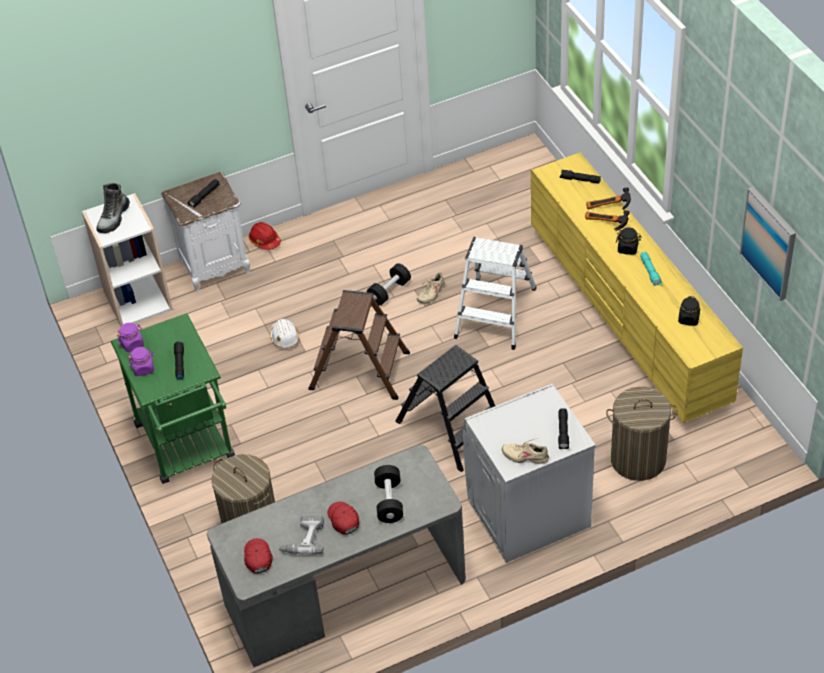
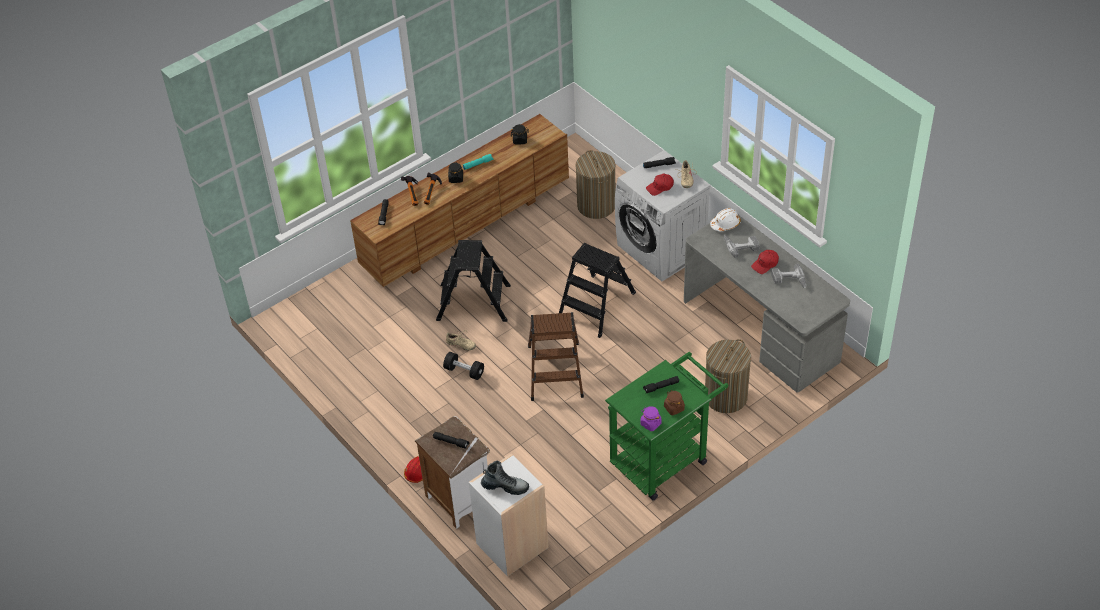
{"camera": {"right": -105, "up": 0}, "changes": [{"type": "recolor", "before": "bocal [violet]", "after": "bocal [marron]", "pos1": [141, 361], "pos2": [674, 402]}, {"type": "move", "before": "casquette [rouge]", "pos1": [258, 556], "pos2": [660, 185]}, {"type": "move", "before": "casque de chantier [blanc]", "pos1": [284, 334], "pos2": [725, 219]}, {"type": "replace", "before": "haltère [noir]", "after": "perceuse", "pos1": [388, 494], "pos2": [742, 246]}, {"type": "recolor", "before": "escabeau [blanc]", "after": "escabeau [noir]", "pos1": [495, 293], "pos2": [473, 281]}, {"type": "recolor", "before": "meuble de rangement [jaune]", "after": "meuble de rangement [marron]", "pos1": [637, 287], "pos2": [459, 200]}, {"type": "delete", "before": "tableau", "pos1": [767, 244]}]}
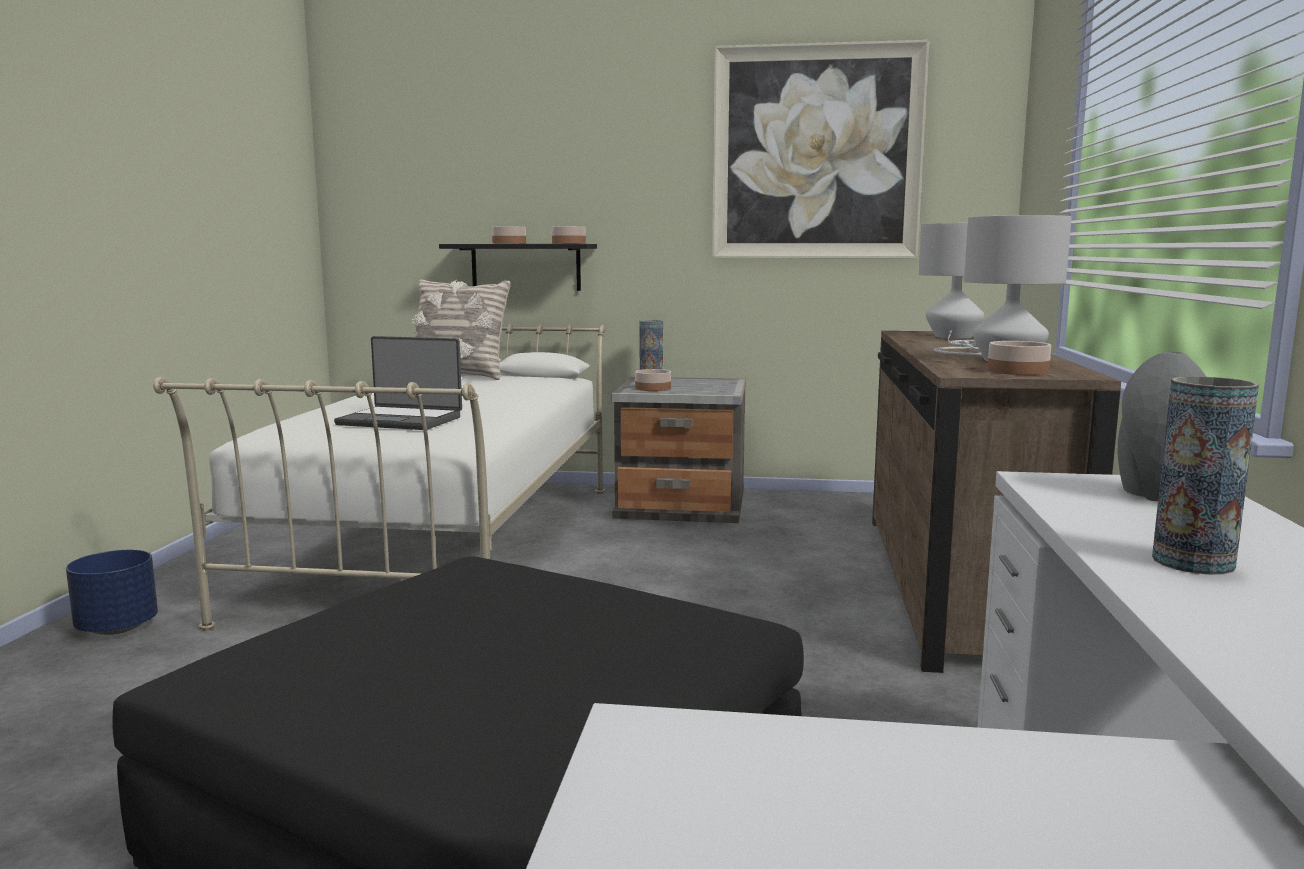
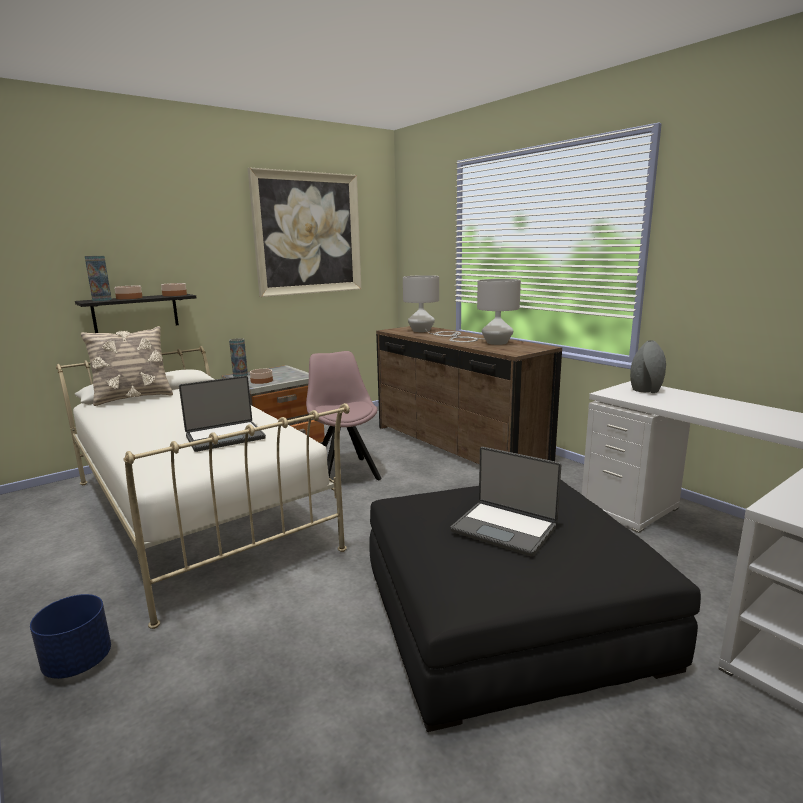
{"camera": {"right": -45, "up": 5}, "changes": [{"type": "delete", "before": "bol", "pos1": [1019, 358]}, {"type": "move", "before": "vase", "pos1": [1205, 476], "pos2": [98, 278]}, {"type": "insert", "after": "chaise [rose]", "pos2": [344, 415]}, {"type": "insert", "after": "ordinateur portable", "pos2": [505, 502]}]}
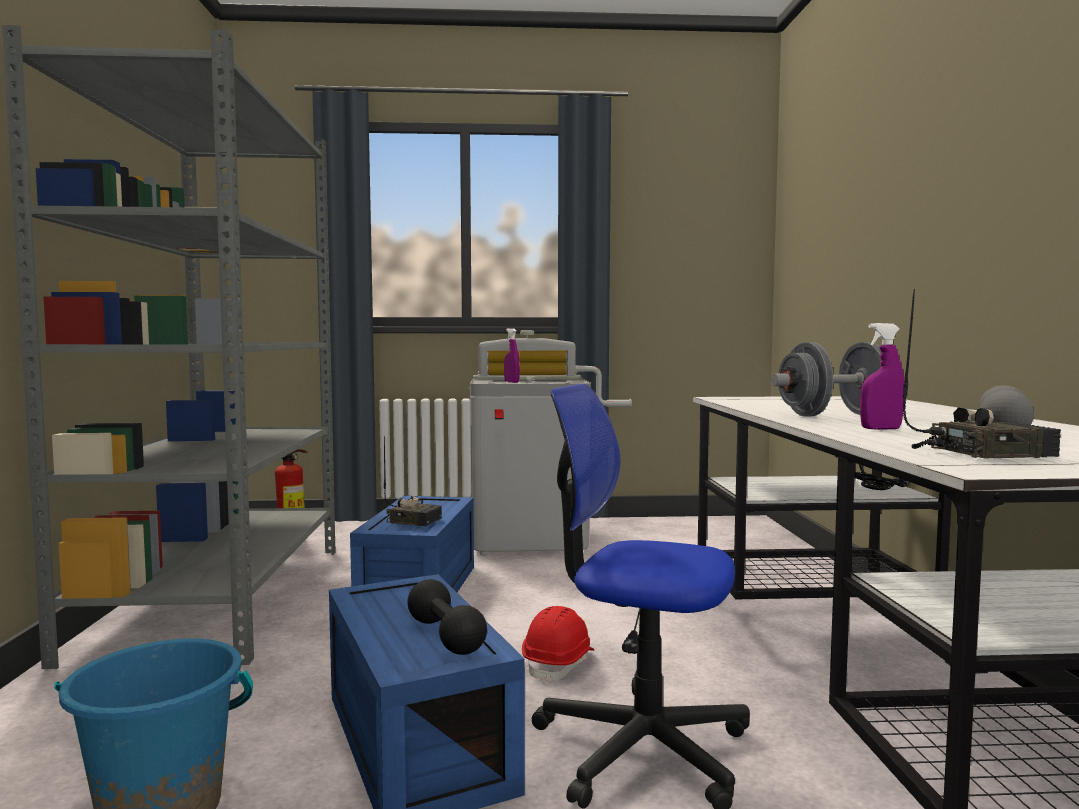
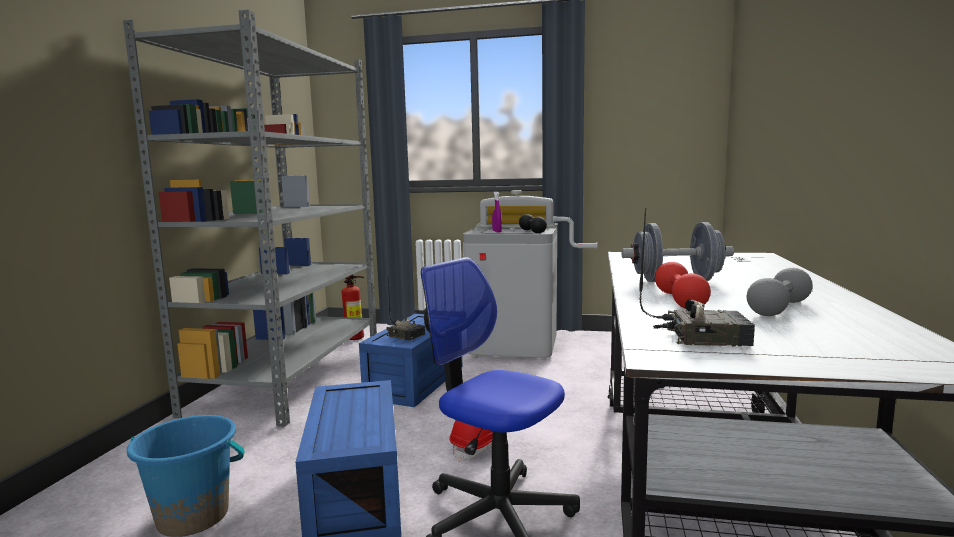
{"camera": {"right": 15, "up": 5}, "changes": [{"type": "move", "before": "haltère [noir]", "pos1": [447, 617], "pos2": [533, 223]}, {"type": "replace", "before": "vaporisateur [violet]", "after": "haltère [rouge]", "pos1": [882, 376], "pos2": [683, 285]}]}
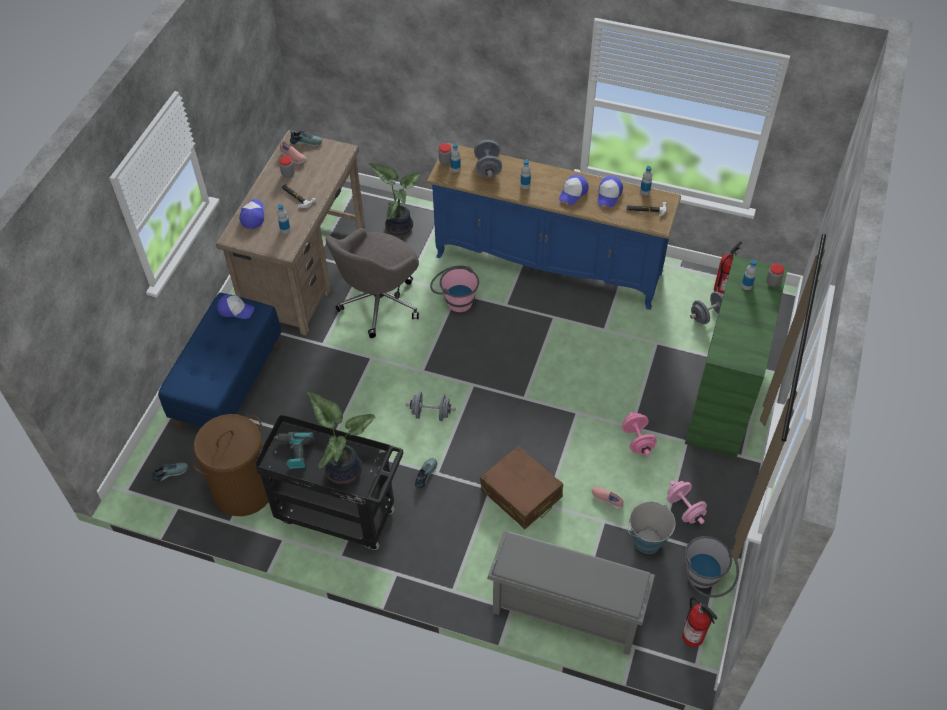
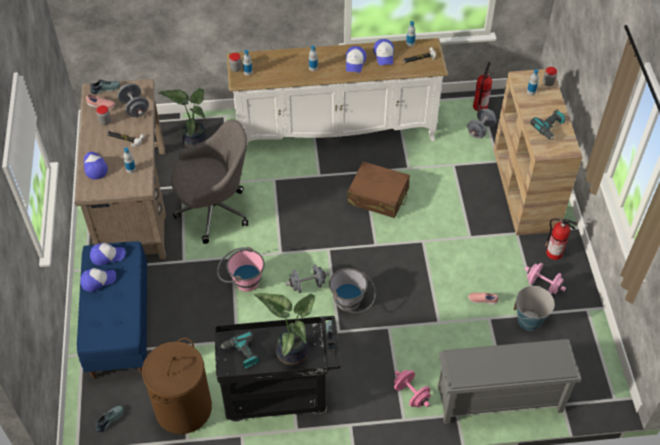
{"camera": {"right": -25, "up": 0}, "changes": [{"type": "rotate", "before": "chaise de bureau [gris]", "pos1": [372, 283], "pos2": [209, 181], "turn": -120}, {"type": "recolor", "before": "meuble de rangement [bleu]", "after": "meuble de rangement [blanc]", "pos1": [553, 226], "pos2": [337, 90]}, {"type": "move", "before": "seau [rose]", "pos1": [454, 289], "pos2": [241, 269]}, {"type": "move", "before": "haltère [gris]", "pos1": [488, 158], "pos2": [133, 100]}, {"type": "move", "before": "valise [marron]", "pos1": [521, 487], "pos2": [378, 189]}, {"type": "move", "before": "haltère [rose]", "pos1": [639, 434], "pos2": [412, 389]}, {"type": "move", "before": "extincteur", "pos1": [699, 622], "pos2": [561, 239]}, {"type": "move", "before": "seau [gris]", "pos1": [711, 567], "pos2": [352, 291]}, {"type": "recolor", "before": "bibliothèque [vert]", "after": "bibliothèque [marron]", "pos1": [736, 356], "pos2": [537, 152]}, {"type": "insert", "after": "casquette", "pos2": [98, 280]}, {"type": "insert", "after": "perceuse", "pos2": [548, 124]}]}
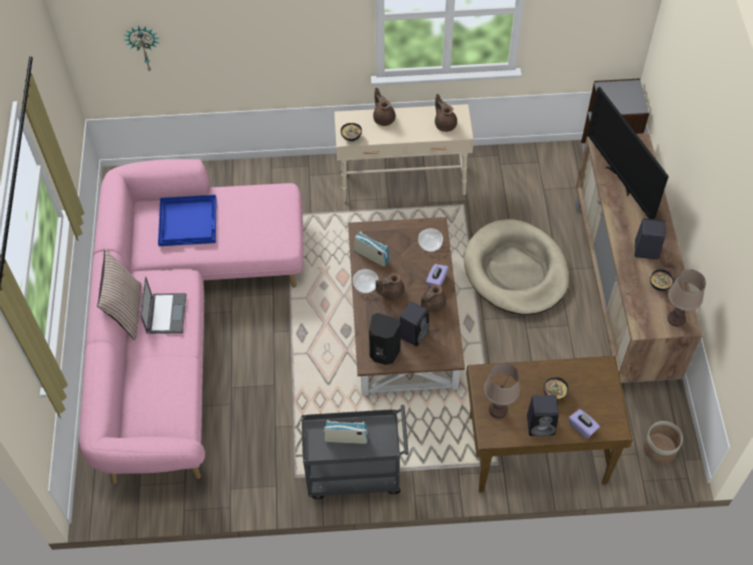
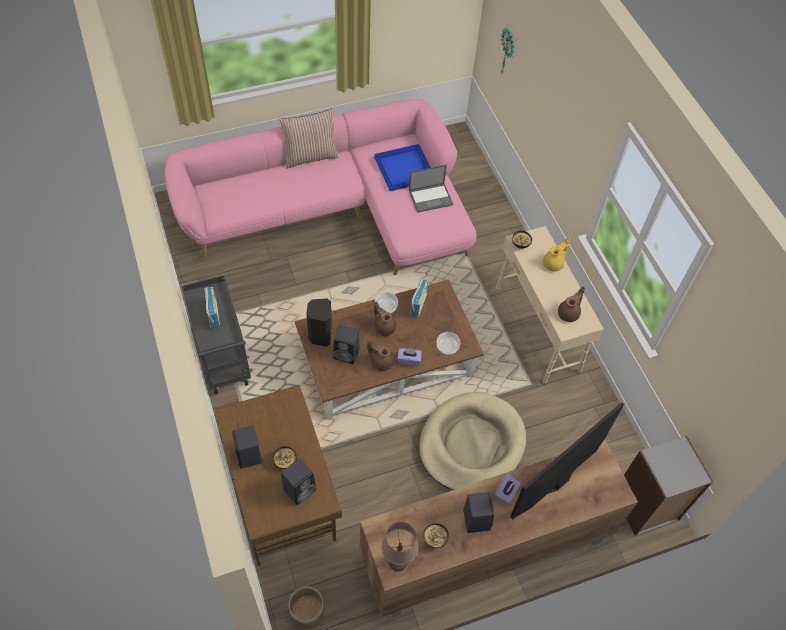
{"camera": {"right": 70, "up": 0}, "changes": [{"type": "move", "before": "ordinateur portable", "pos1": [163, 305], "pos2": [431, 189]}, {"type": "recolor", "before": "théière [marron]", "after": "théière [jaune]", "pos1": [384, 107], "pos2": [556, 254]}, {"type": "delete", "before": "lampe de table [marron]", "pos1": [502, 391]}, {"type": "move", "before": "boîte à mouchoirs [violet]", "pos1": [584, 424], "pos2": [508, 489]}, {"type": "insert", "after": "enceinte [noir]", "pos2": [298, 482]}]}
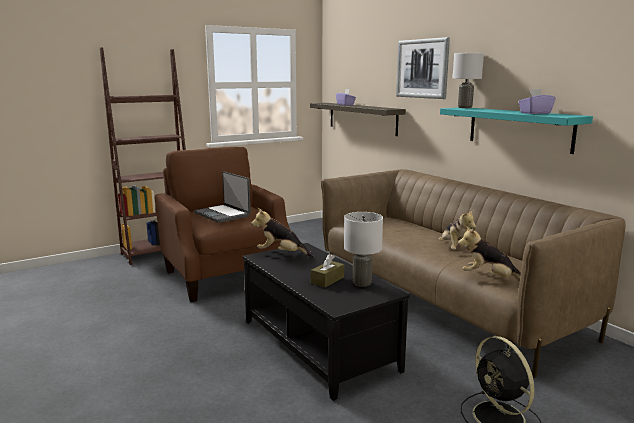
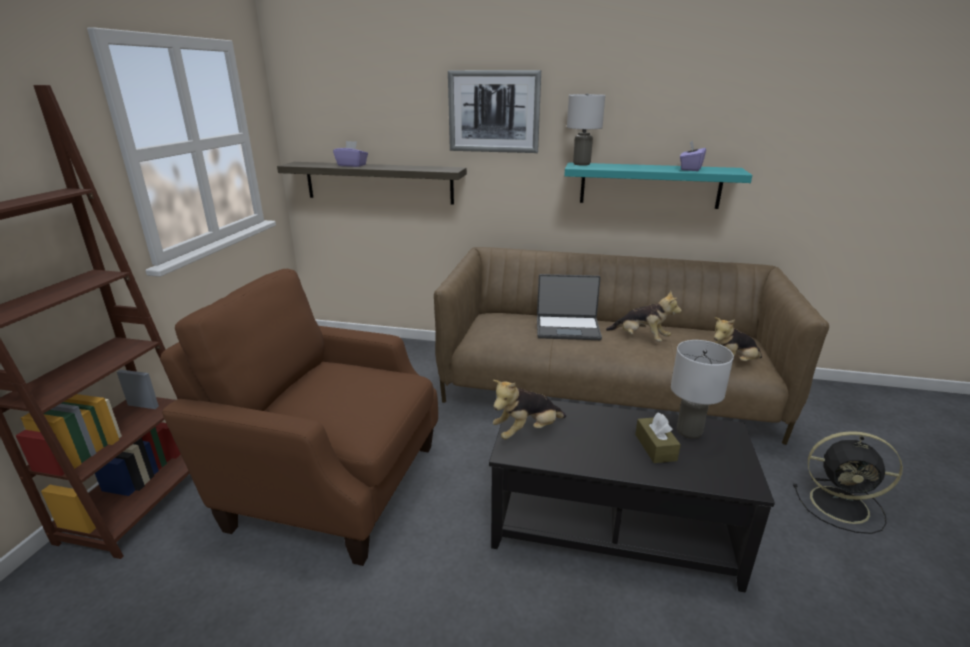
{"camera": {"right": -45, "up": 10}, "changes": [{"type": "move", "before": "ordinateur portable", "pos1": [222, 197], "pos2": [569, 307]}]}
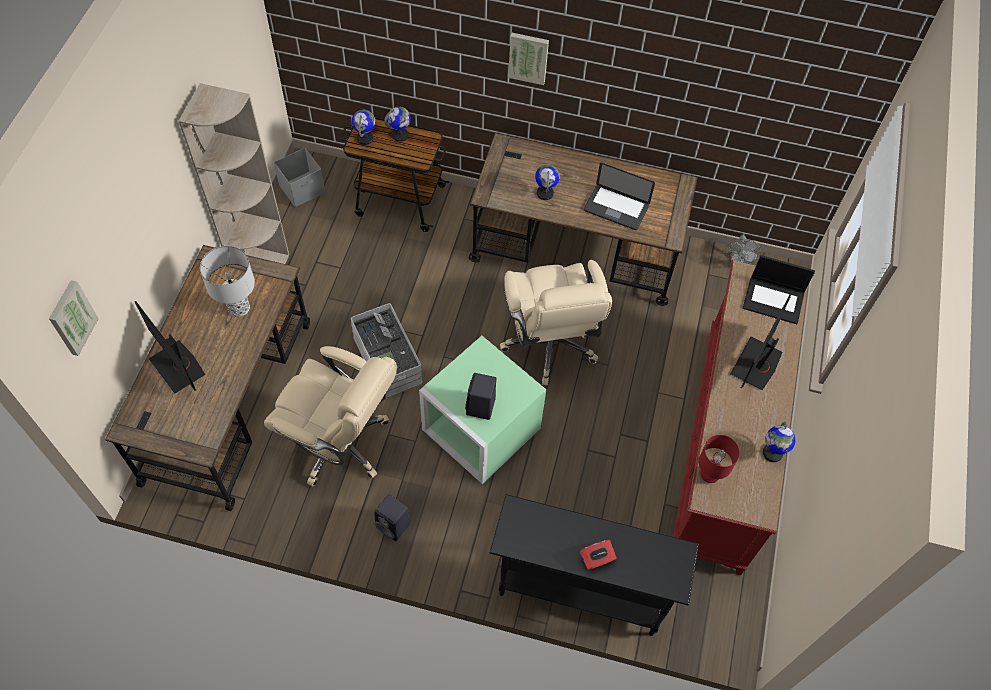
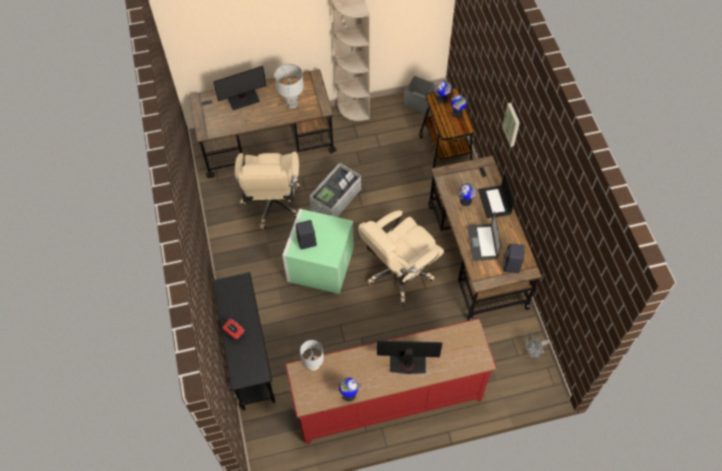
{"camera": {"right": 65, "up": 0}, "changes": [{"type": "delete", "before": "tableau", "pos1": [74, 318]}, {"type": "rotate", "before": "écran d'ordinateur", "pos1": [170, 347], "pos2": [239, 88], "turn": -135}, {"type": "move", "before": "enceinte [noir]", "pos1": [392, 517], "pos2": [514, 258]}, {"type": "recolor", "before": "lampe de table [rouge]", "after": "lampe de table [gris]", "pos1": [719, 459], "pos2": [312, 355]}, {"type": "move", "before": "ordinateur portable", "pos1": [779, 289], "pos2": [496, 195]}]}
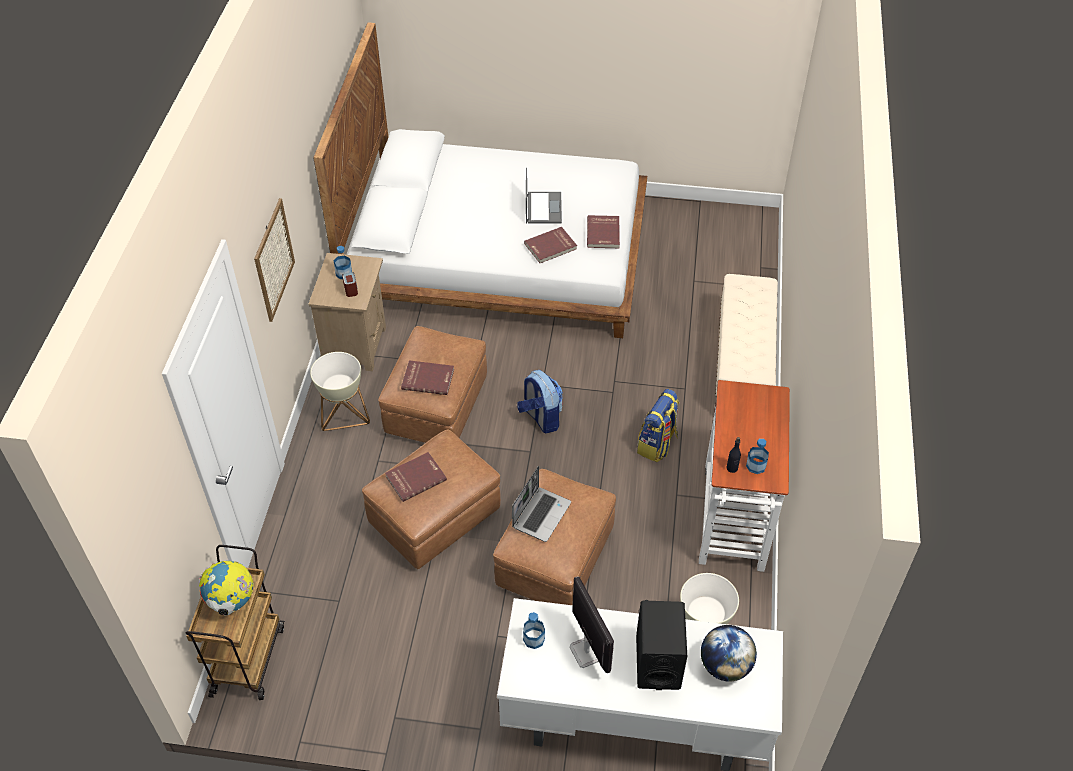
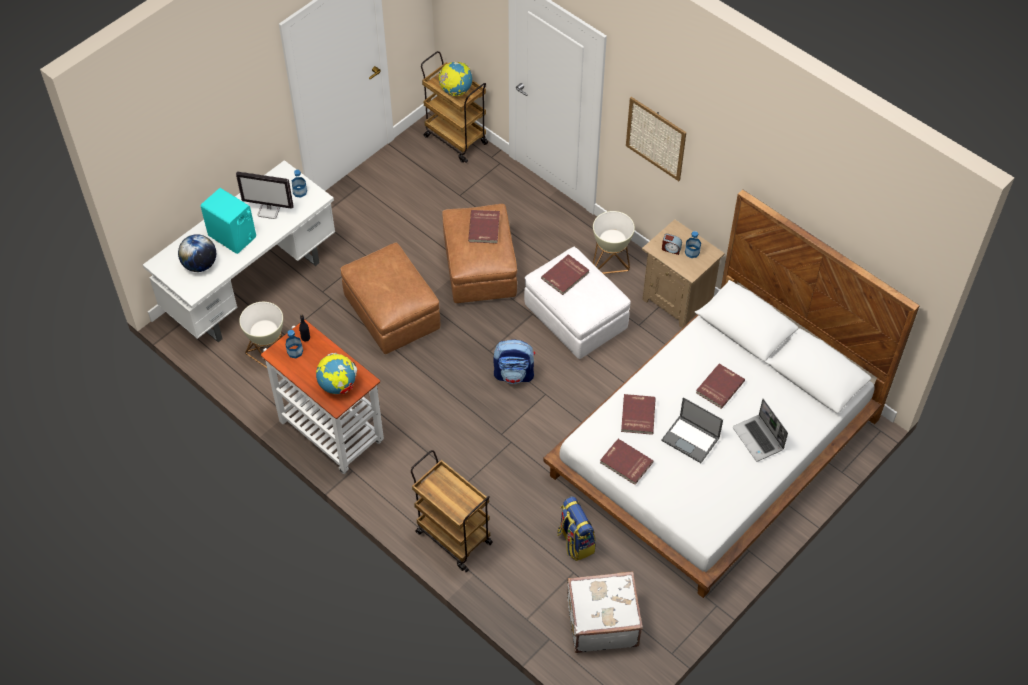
{"camera": {"right": 125, "up": 5}, "changes": [{"type": "recolor", "before": "pouf [marron]", "after": "pouf [blanc]", "pos1": [432, 384], "pos2": [577, 303]}, {"type": "move", "before": "ordinateur portable", "pos1": [541, 504], "pos2": [760, 430]}, {"type": "recolor", "before": "enceinte [noir]", "after": "enceinte [turquoise]", "pos1": [661, 645], "pos2": [228, 221]}, {"type": "move", "before": "sac à dos", "pos1": [658, 426], "pos2": [576, 528]}, {"type": "replace", "before": "banc [beige]", "after": "chariot [marron]", "pos1": [746, 344], "pos2": [452, 511]}, {"type": "insert", "after": "globe", "pos2": [336, 373]}, {"type": "insert", "after": "valise [blanc]", "pos2": [605, 612]}, {"type": "insert", "after": "livre [rouge]", "pos2": [720, 386]}]}
